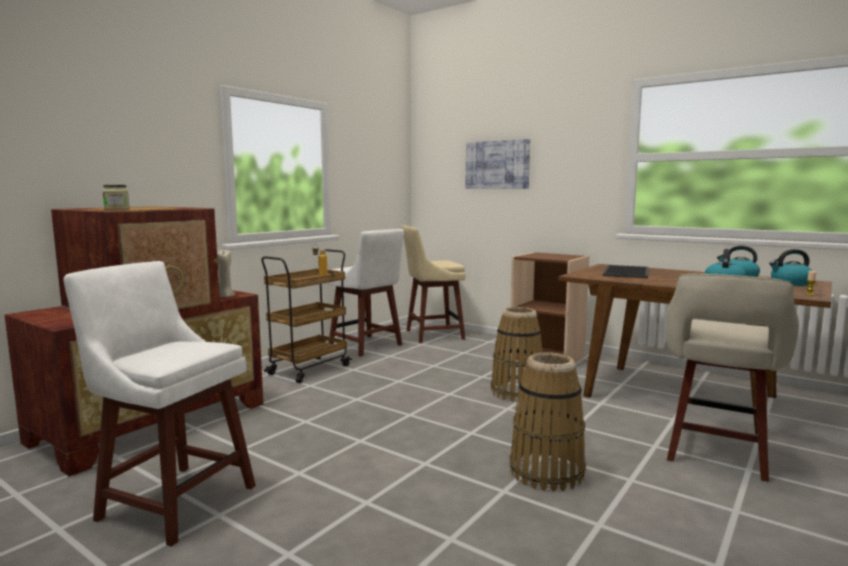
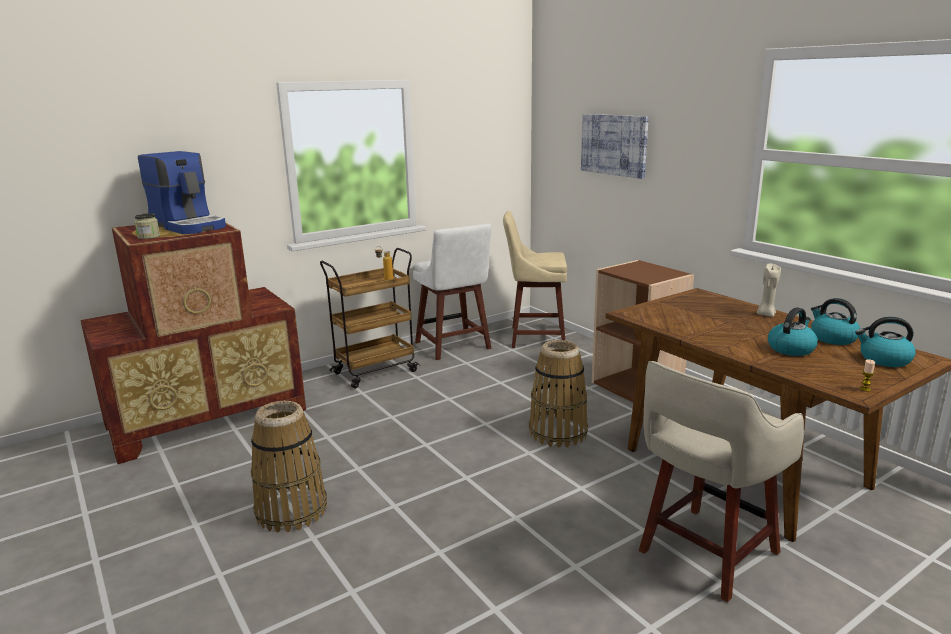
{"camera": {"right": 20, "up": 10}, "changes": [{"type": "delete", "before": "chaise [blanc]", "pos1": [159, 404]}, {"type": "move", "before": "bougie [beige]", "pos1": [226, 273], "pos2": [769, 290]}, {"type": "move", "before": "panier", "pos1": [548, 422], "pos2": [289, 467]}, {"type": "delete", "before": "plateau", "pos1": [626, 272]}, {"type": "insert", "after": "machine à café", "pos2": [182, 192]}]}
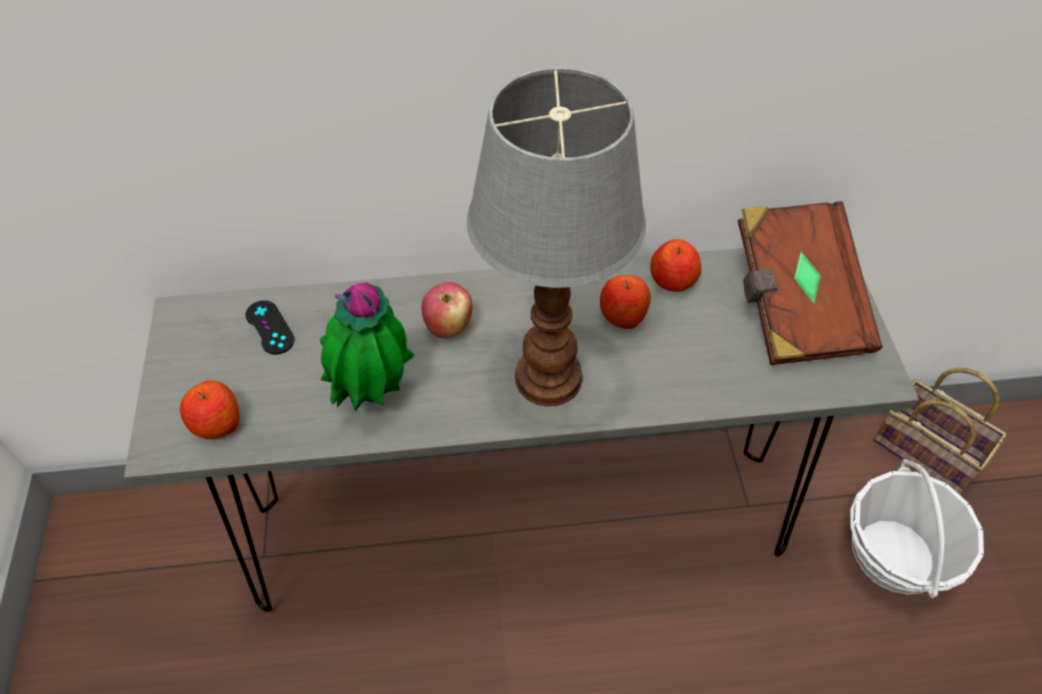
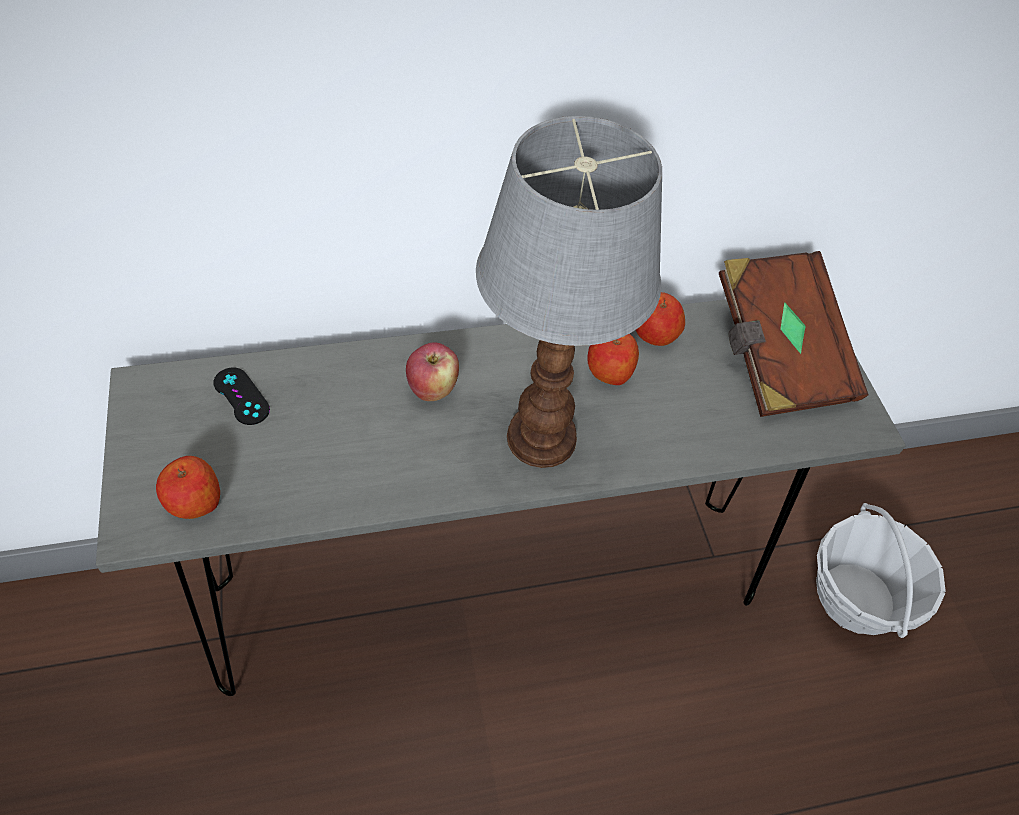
{"camera": {"right": -10, "up": 0}, "changes": [{"type": "delete", "before": "plante en pot", "pos1": [367, 347]}, {"type": "delete", "before": "panier", "pos1": [940, 431]}]}
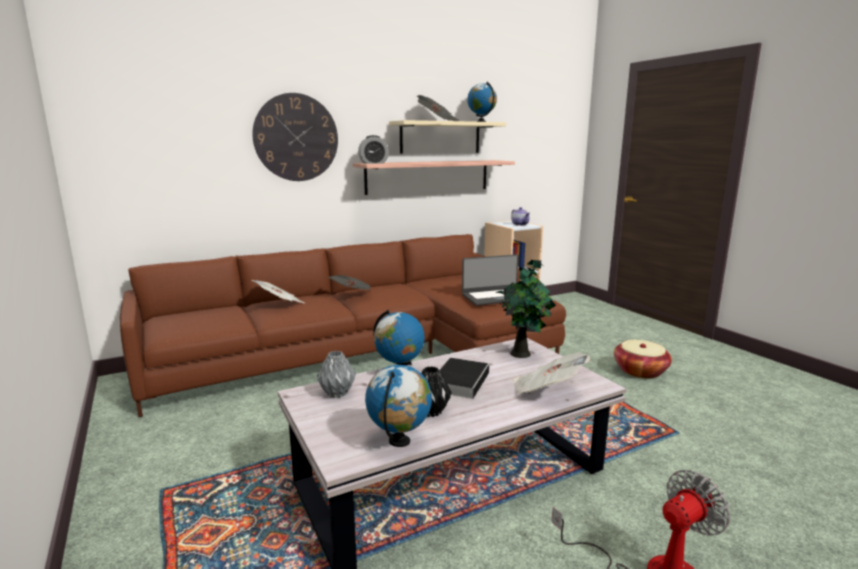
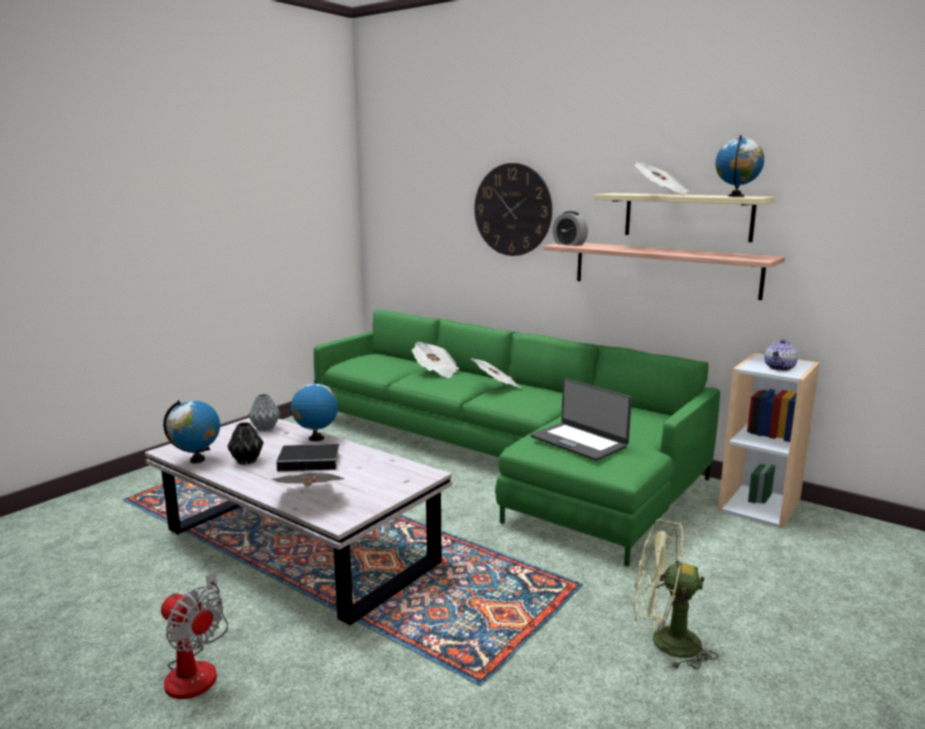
{"camera": {"right": 65, "up": 0}, "changes": [{"type": "recolor", "before": "canapé [marron]", "after": "canapé [vert]", "pos1": [343, 325], "pos2": [517, 438]}, {"type": "delete", "before": "plante en pot", "pos1": [526, 309]}, {"type": "replace", "before": "panier", "after": "ventilateur [vert]", "pos1": [643, 359], "pos2": [676, 594]}]}
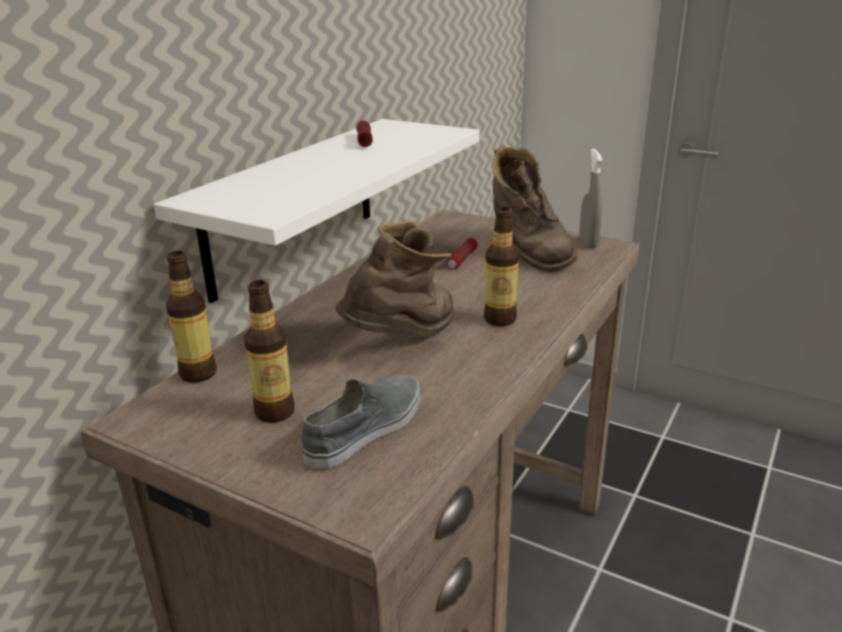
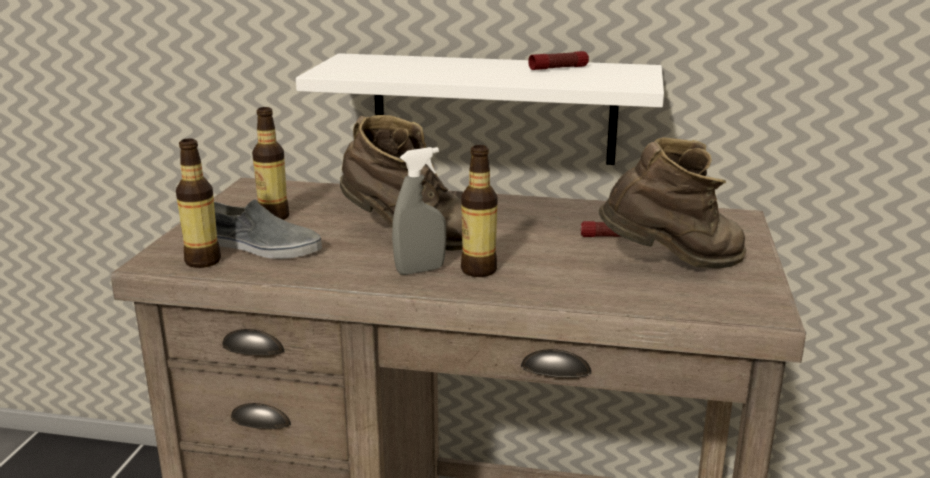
{"camera": {"right": 70, "up": -5}, "changes": [{"type": "move", "before": "bouteille", "pos1": [191, 317], "pos2": [198, 203]}, {"type": "rotate", "before": "botte [marron]", "pos1": [535, 208], "pos2": [673, 203], "turn": -150}, {"type": "move", "before": "vaporisateur [gris]", "pos1": [591, 198], "pos2": [419, 211]}]}
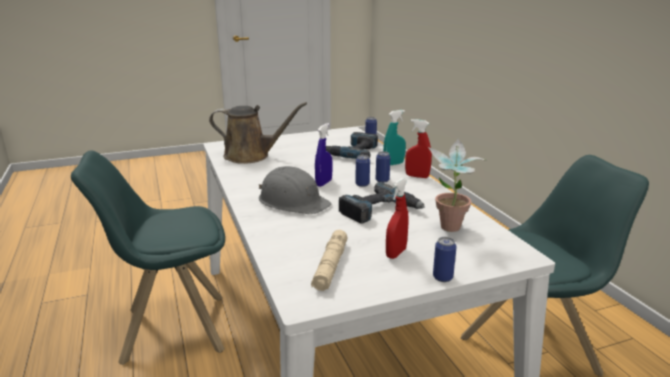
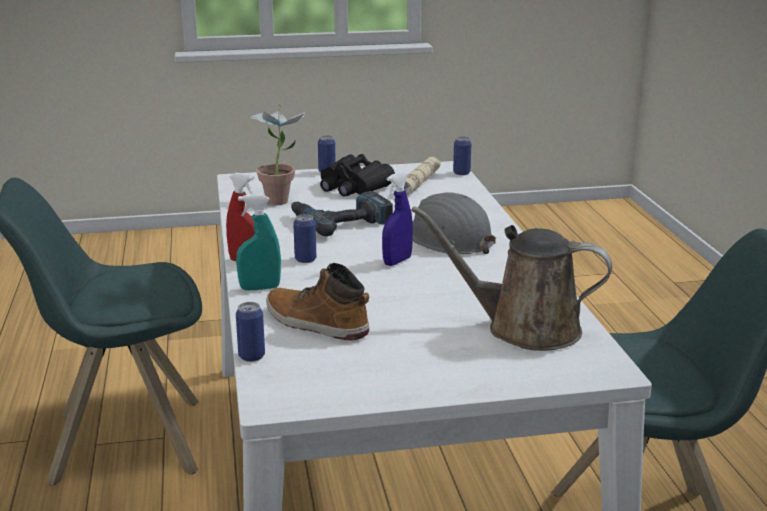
{"camera": {"right": -170, "up": 0}, "changes": [{"type": "replace", "before": "perceuse", "after": "botte", "pos1": [351, 145], "pos2": [317, 302]}, {"type": "move", "before": "boîte métallique", "pos1": [362, 171], "pos2": [462, 155]}, {"type": "replace", "before": "vaporisateur [rouge]", "after": "jumelles [noir]", "pos1": [397, 218], "pos2": [357, 175]}]}
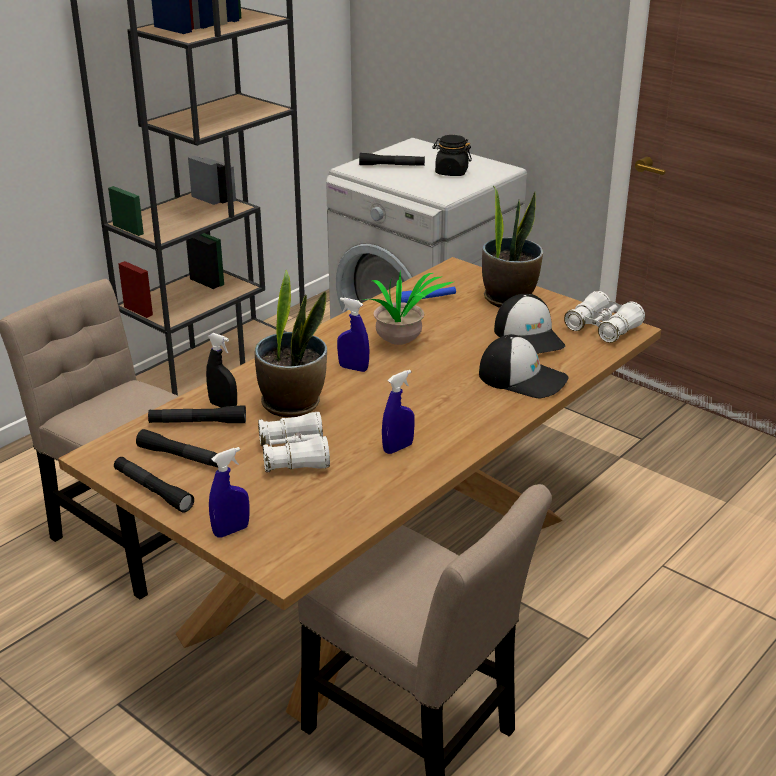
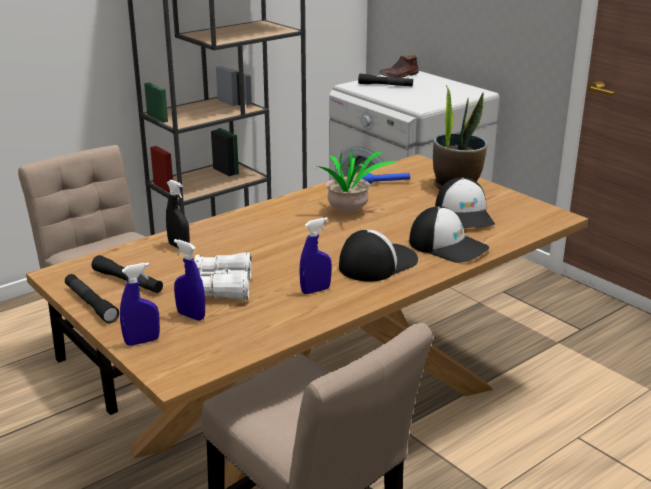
{"camera": {"right": 10, "up": -5}, "changes": [{"type": "delete", "before": "lampe de poche [noir]", "pos1": [197, 414]}, {"type": "delete", "before": "plante en pot", "pos1": [291, 343]}, {"type": "move", "before": "vaporisateur [bleu]", "pos1": [353, 335], "pos2": [189, 280]}, {"type": "delete", "before": "bocal [noir]", "pos1": [452, 155]}, {"type": "delete", "before": "jumelles [blanc]", "pos1": [604, 317]}, {"type": "insert", "after": "casquette", "pos2": [378, 256]}, {"type": "insert", "after": "chaussure [marron]", "pos2": [399, 66]}]}
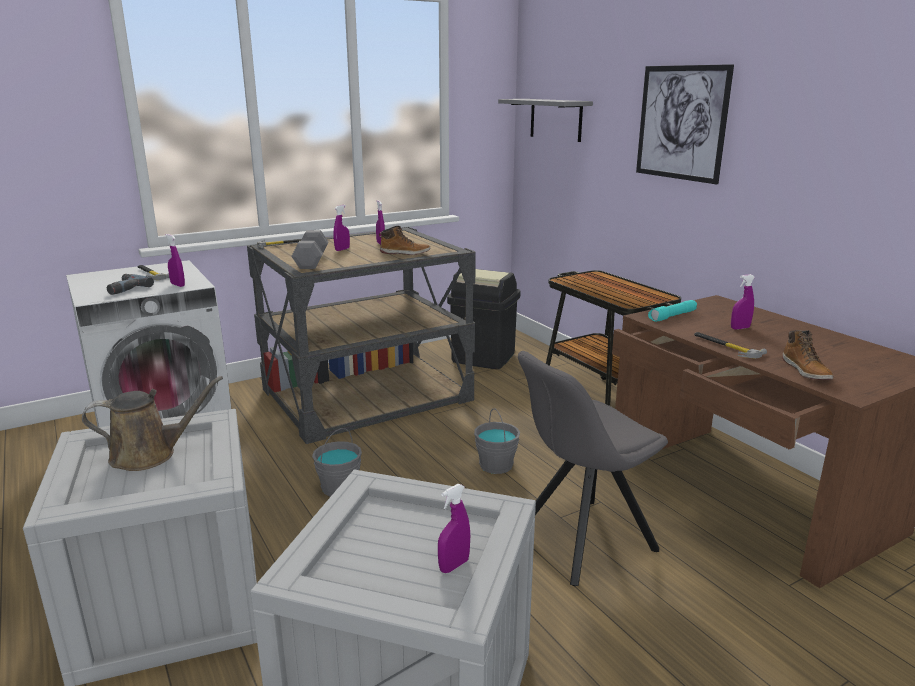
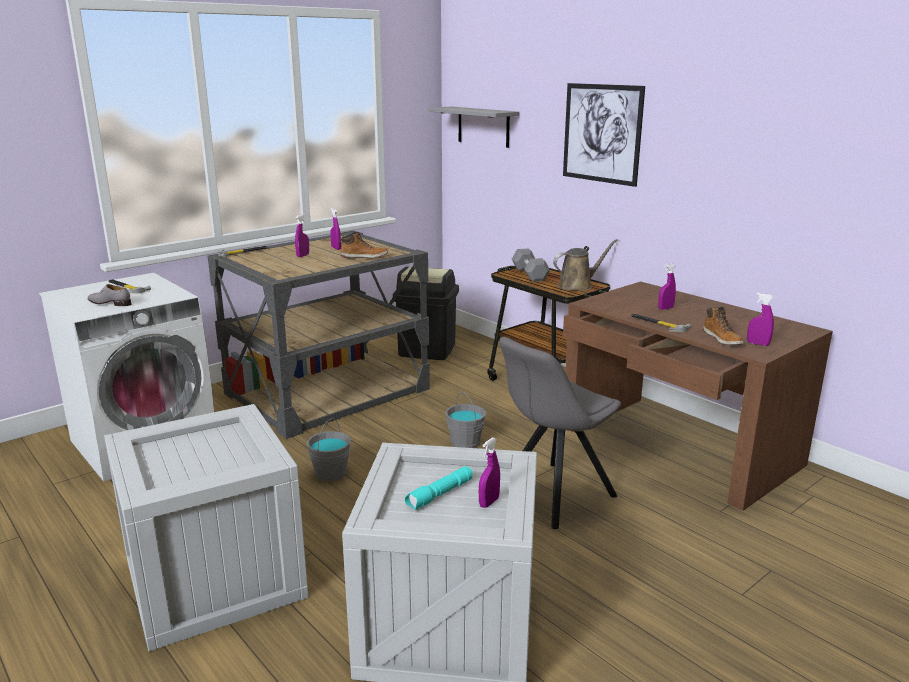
{"camera": {"right": -10, "up": 0}, "changes": [{"type": "move", "before": "arrosoir [marron]", "pos1": [152, 423], "pos2": [585, 265]}, {"type": "replace", "before": "perceuse", "after": "chaussure [gris]", "pos1": [130, 284], "pos2": [110, 295]}, {"type": "move", "before": "vaporisateur [violet]", "pos1": [175, 260], "pos2": [760, 319]}, {"type": "move", "before": "haltère [gris]", "pos1": [310, 249], "pos2": [531, 265]}, {"type": "move", "before": "lampe de poche [turquoise]", "pos1": [672, 311], "pos2": [439, 488]}]}
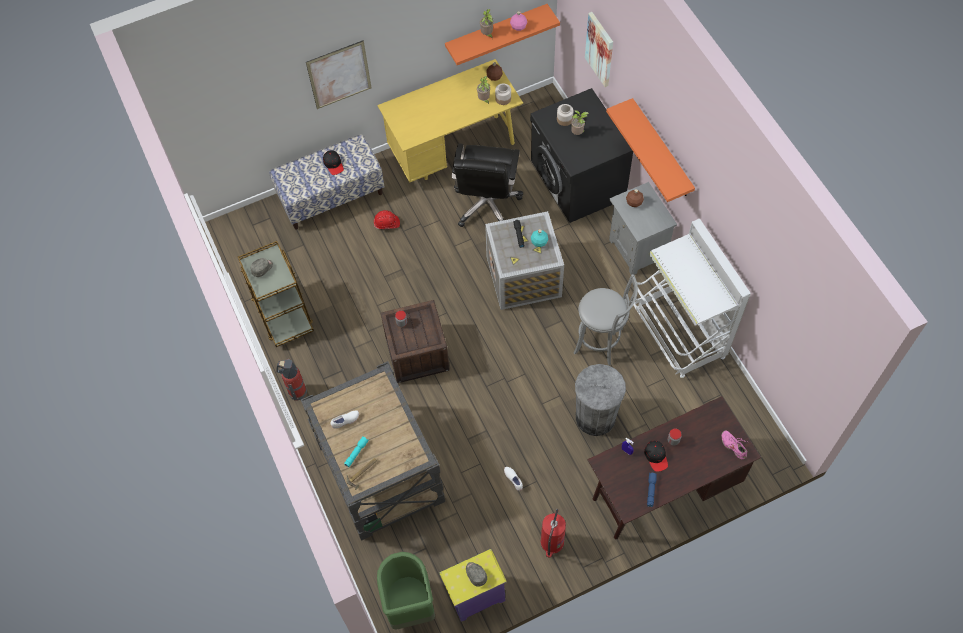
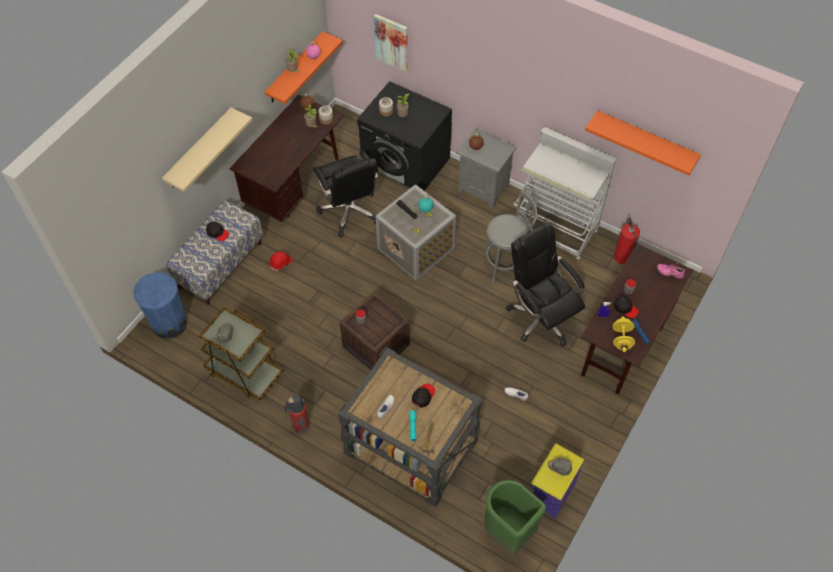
{"camera": {"right": -35, "up": -5}, "changes": [{"type": "replace", "before": "tableau", "after": "étagère [beige]", "pos1": [339, 74], "pos2": [207, 149]}, {"type": "recolor", "before": "bureau [jaune]", "after": "bureau [marron]", "pos1": [450, 121], "pos2": [286, 158]}, {"type": "move", "before": "extincteur", "pos1": [553, 533], "pos2": [627, 241]}, {"type": "replace", "before": "poubelle [gris]", "after": "chaise de bureau [noir]", "pos1": [600, 400], "pos2": [545, 285]}, {"type": "move", "before": "étagère [orange]", "pos1": [650, 150], "pos2": [643, 143]}, {"type": "insert", "after": "poubelle [bleu]", "pos2": [160, 305]}, {"type": "insert", "after": "casquette [noir]", "pos2": [423, 396]}, {"type": "insert", "after": "haltère [jaune]", "pos2": [624, 334]}]}
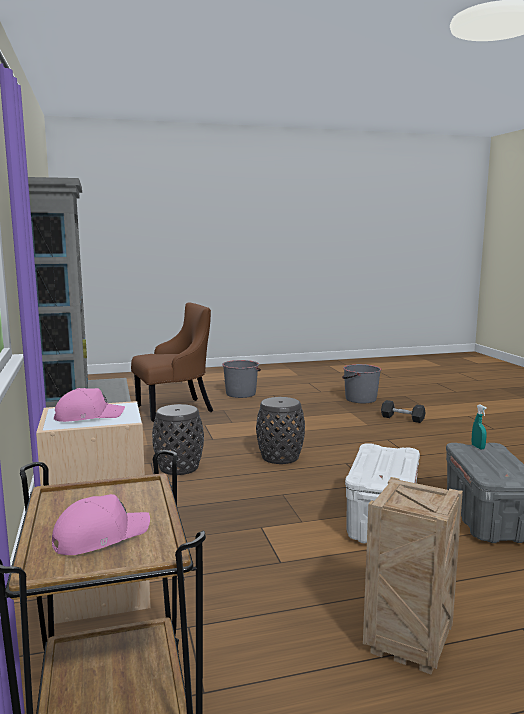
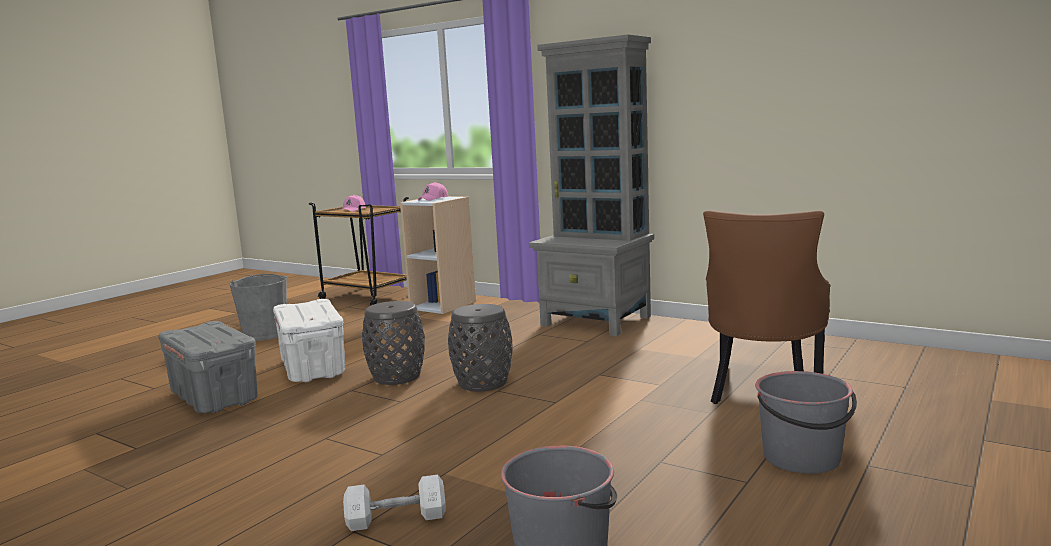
{"camera": {"right": 140, "up": 0}, "changes": [{"type": "move", "before": "tabouret [gris]", "pos1": [178, 439], "pos2": [393, 343]}, {"type": "replace", "before": "caisse", "after": "seau [gris]", "pos1": [413, 575], "pos2": [258, 307]}, {"type": "recolor", "before": "haltère [noir]", "after": "haltère [blanc]", "pos1": [403, 411], "pos2": [394, 503]}, {"type": "delete", "before": "vaporisateur [turquoise]", "pos1": [479, 427]}]}
